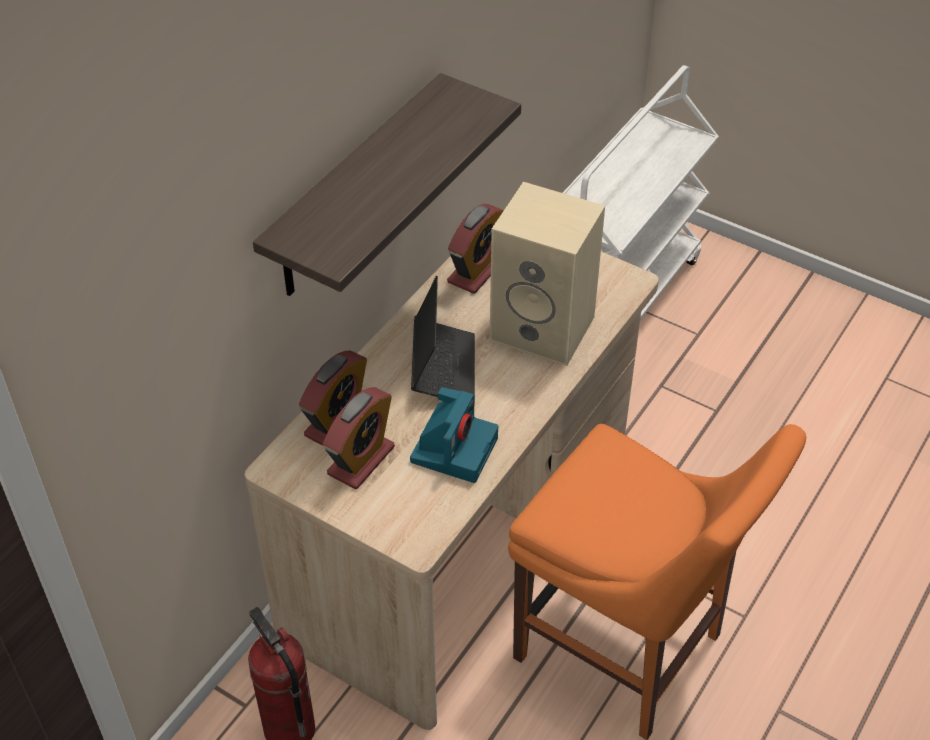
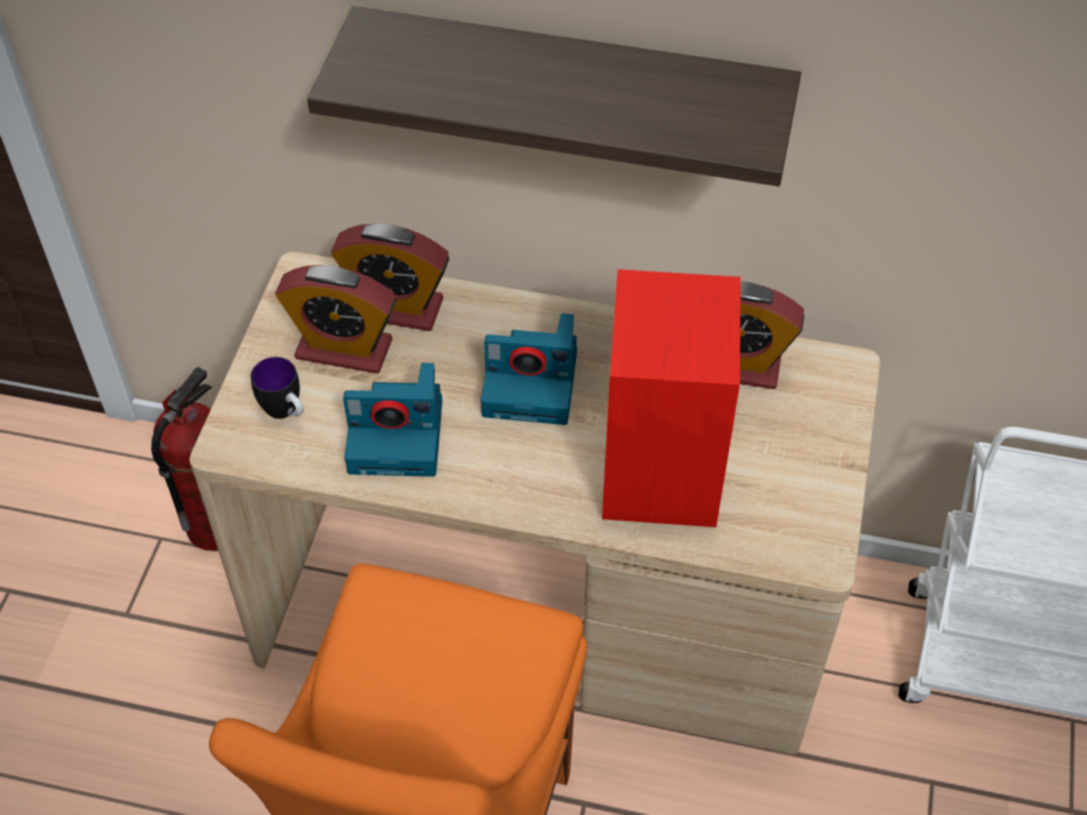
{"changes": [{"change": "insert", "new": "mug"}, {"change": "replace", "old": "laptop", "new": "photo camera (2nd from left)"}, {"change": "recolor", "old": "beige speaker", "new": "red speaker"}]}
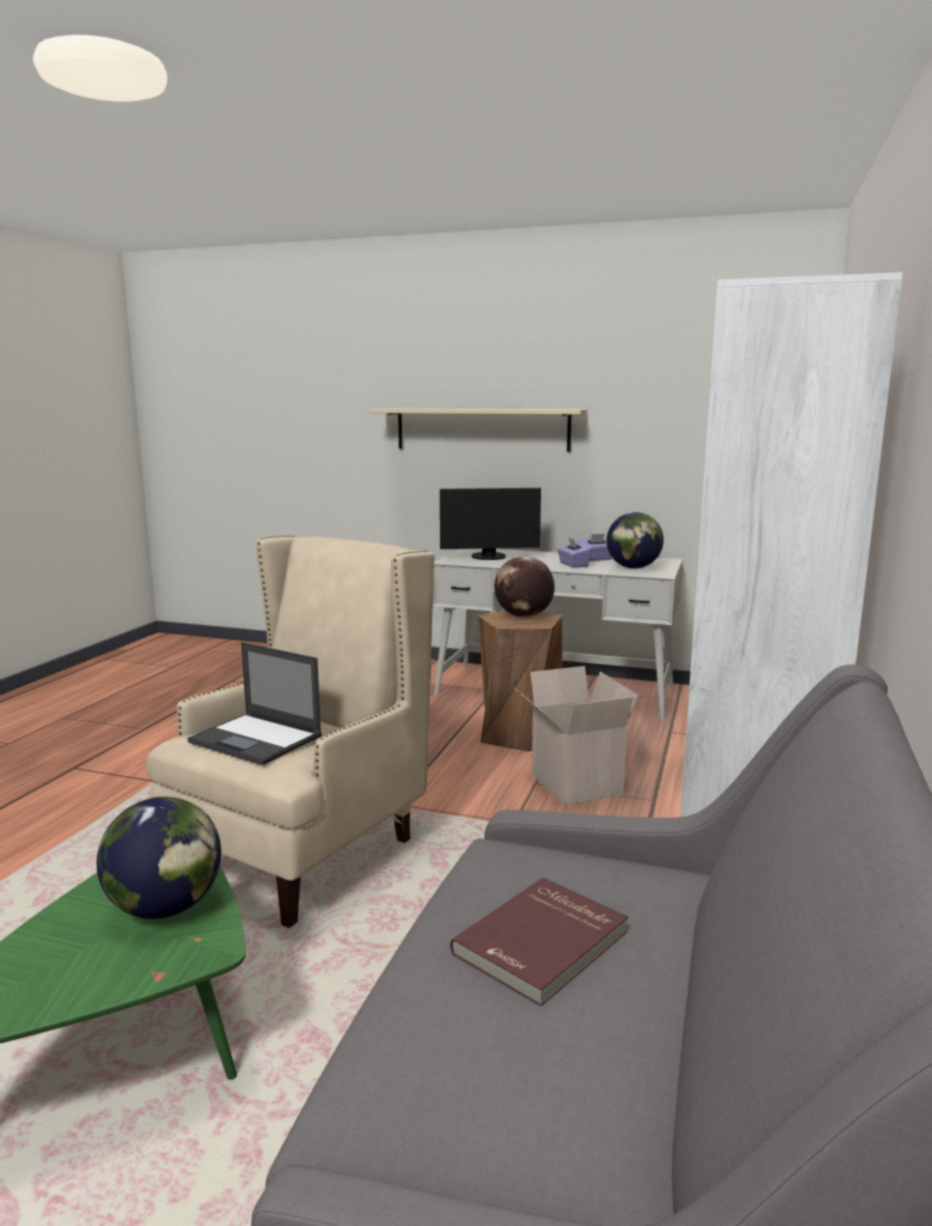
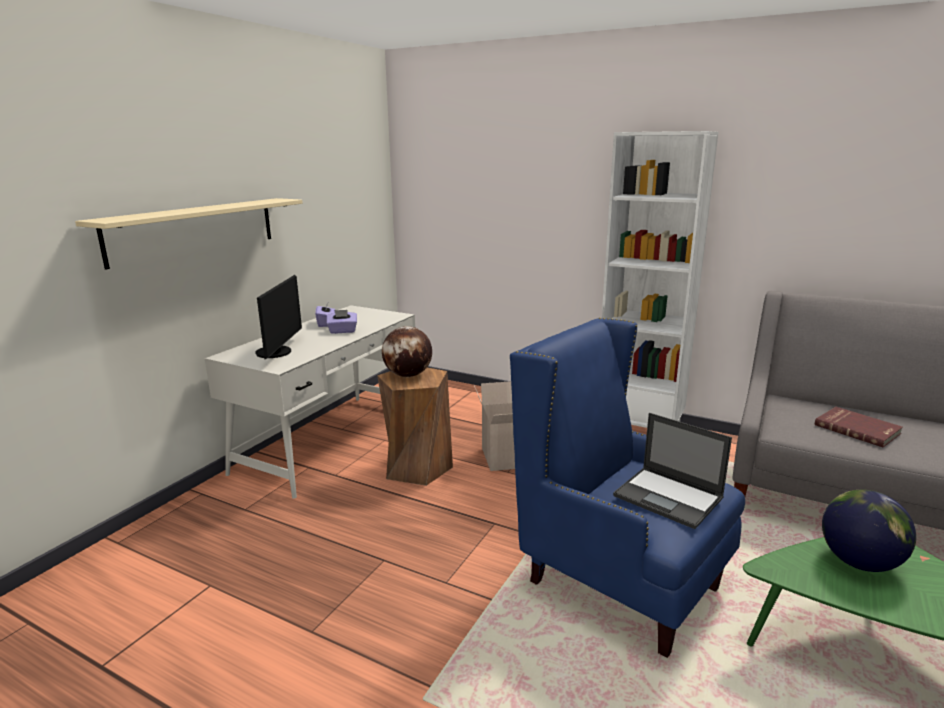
{"changes": [{"change": "delete", "old": "globe (3rd from left)"}, {"change": "recolor", "old": "beige armchair", "new": "blue armchair"}, {"change": "rotate", "old": "laptop", "degrees": 90}]}
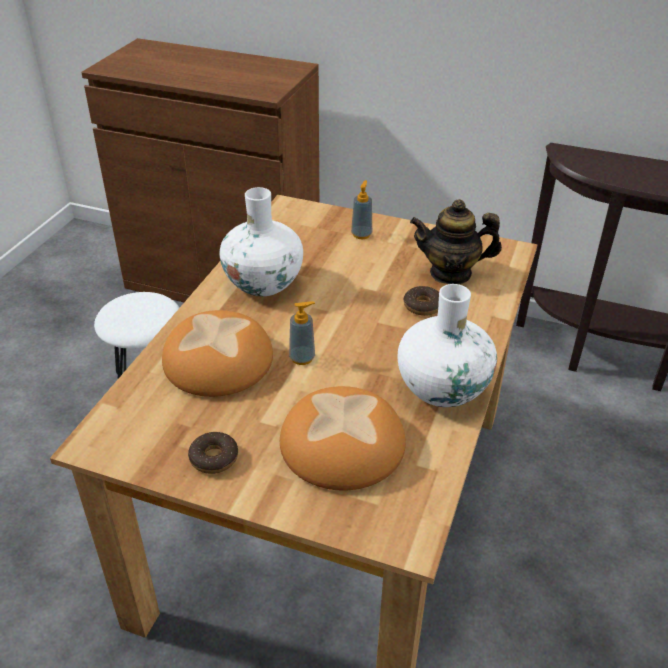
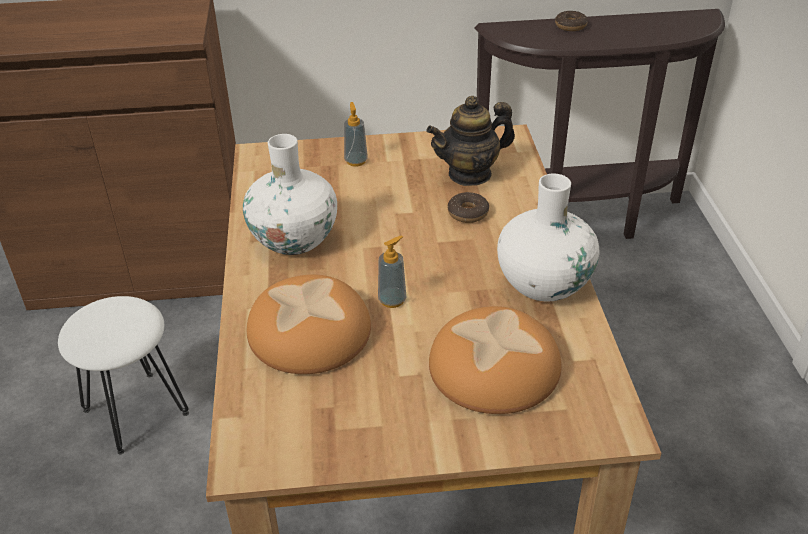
{"changes": [{"change": "move", "old": "donut (1st from left in the first image)", "new": "donut (2nd from left)"}]}
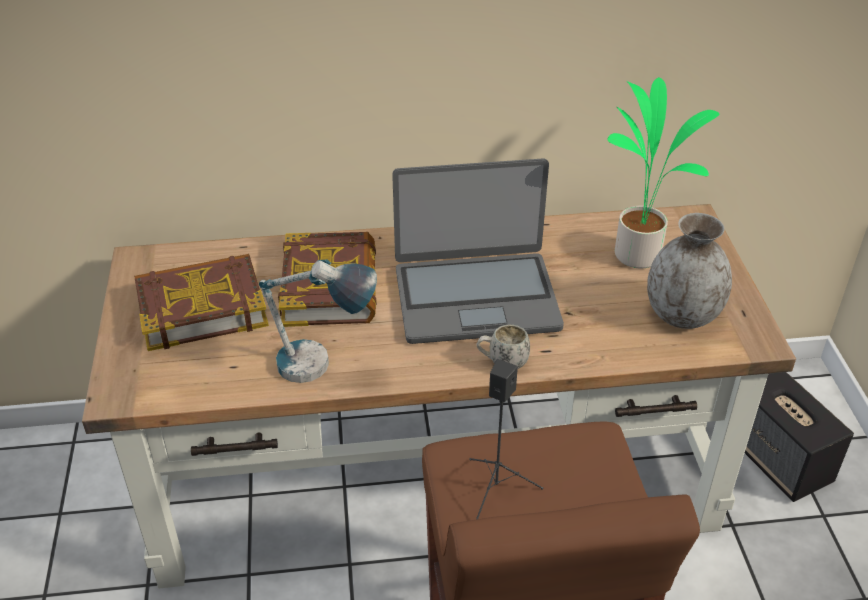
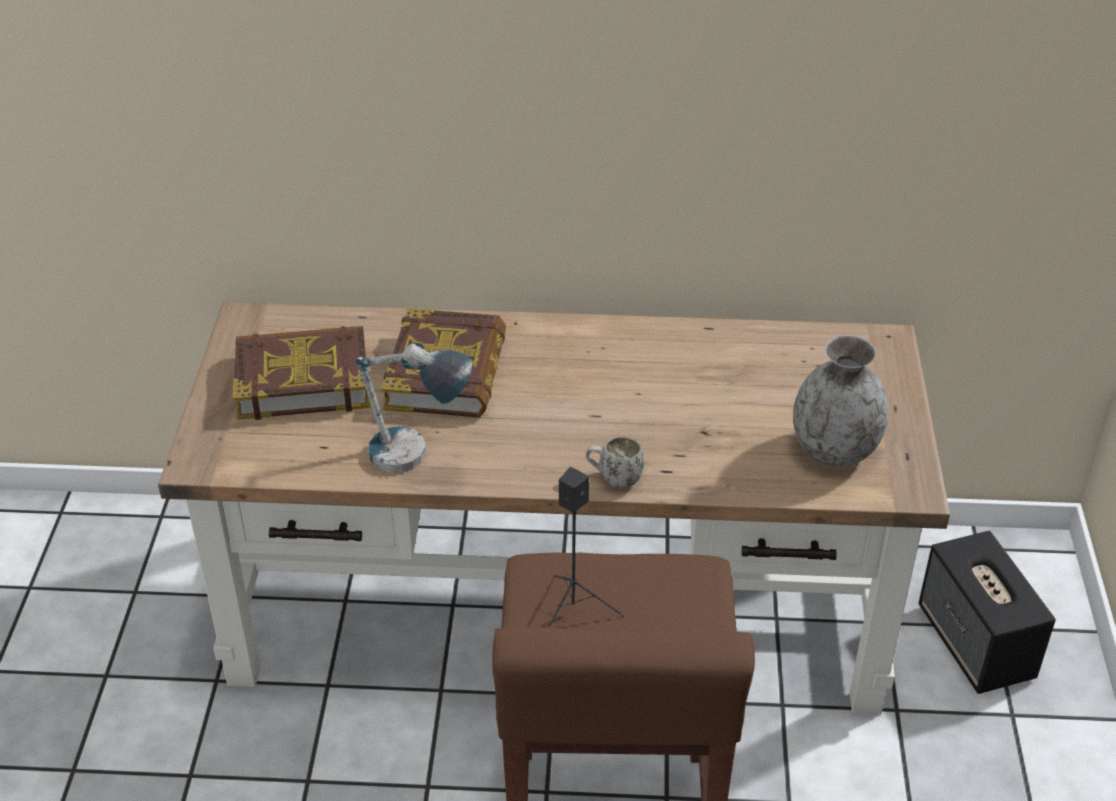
{"changes": [{"change": "delete", "old": "laptop"}, {"change": "delete", "old": "potted plant"}]}
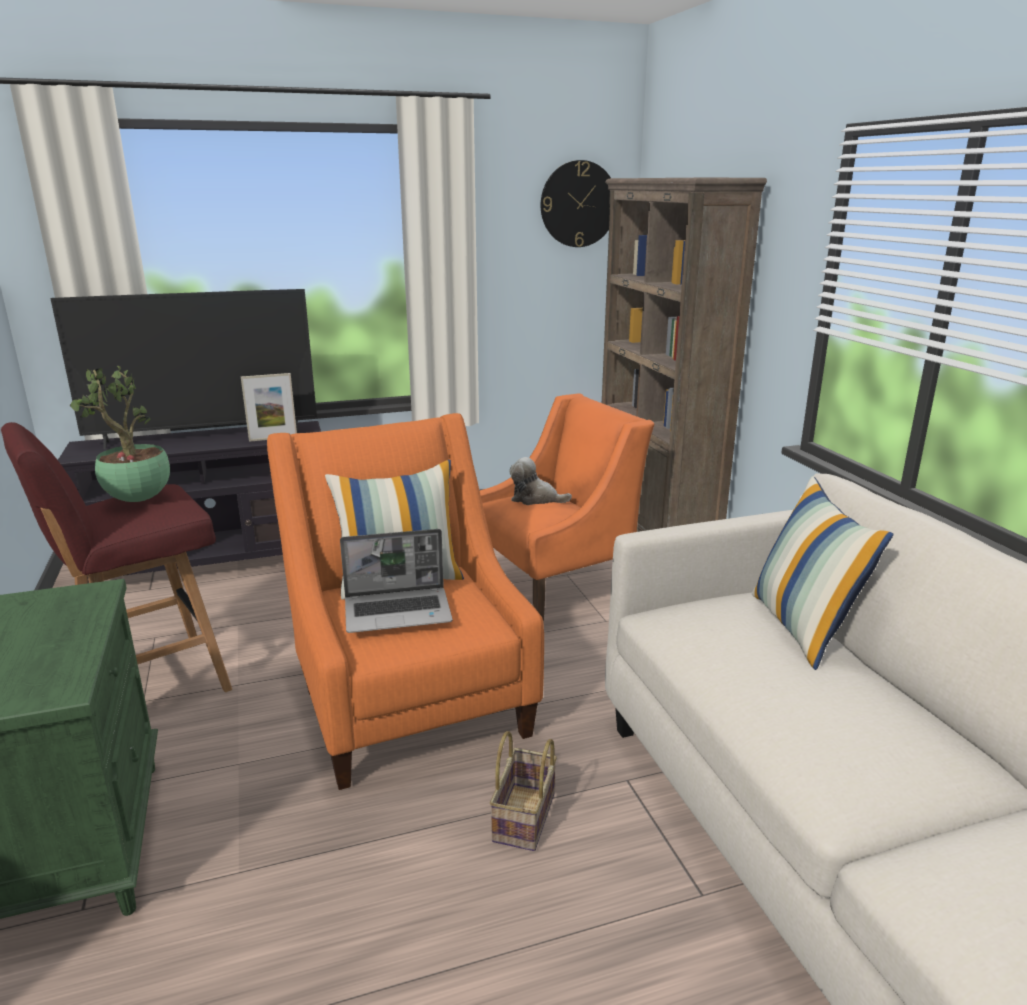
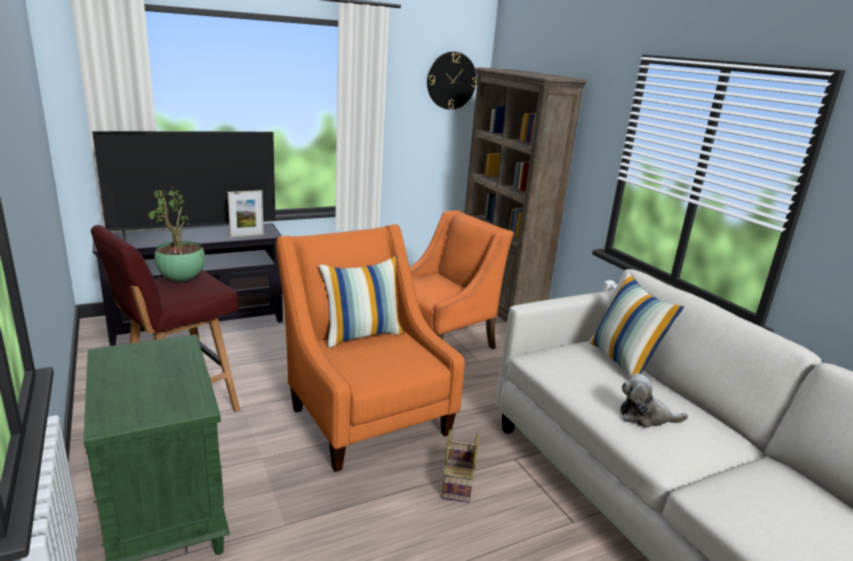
{"changes": [{"change": "delete", "old": "laptop"}, {"change": "move", "old": "plush toy"}]}
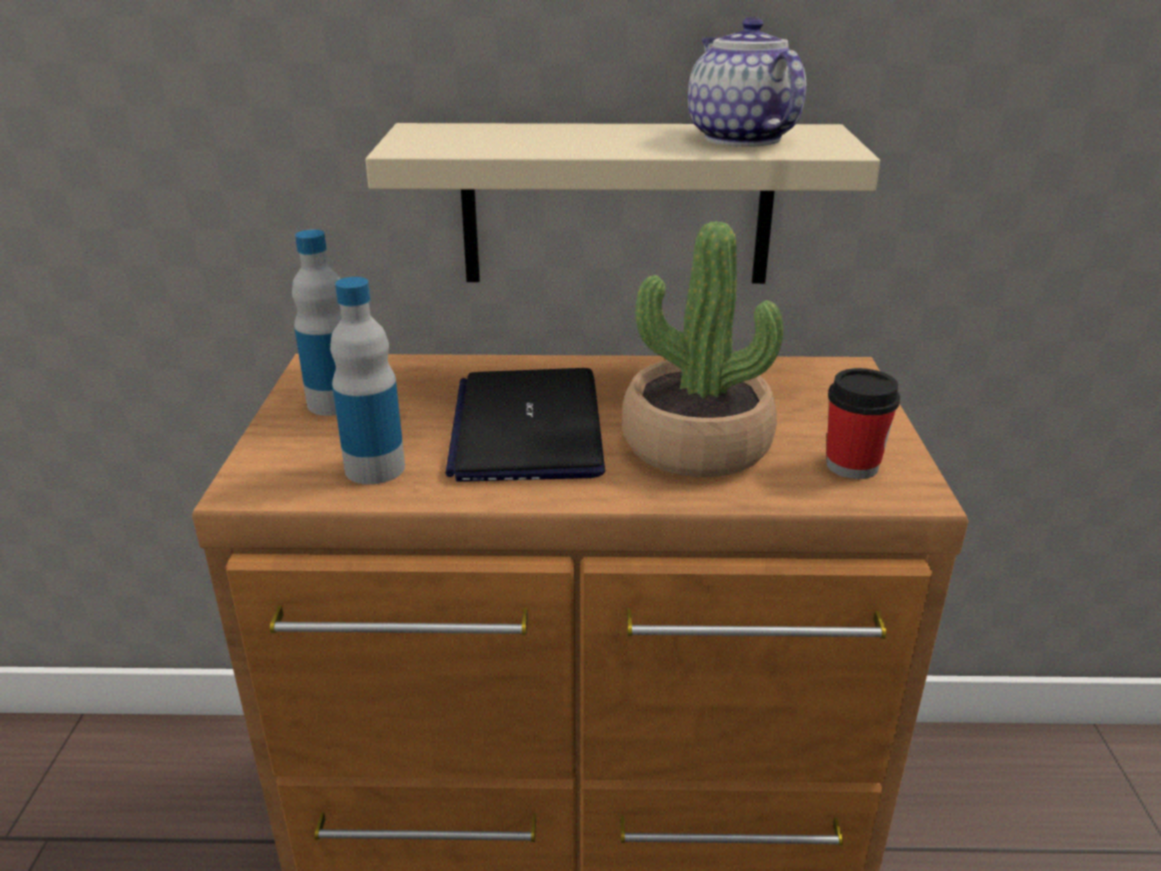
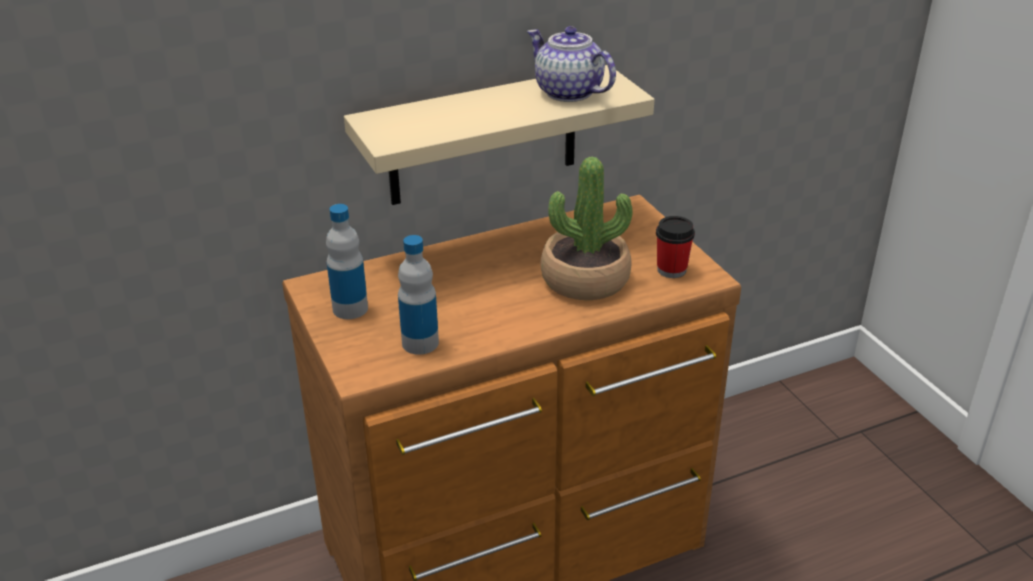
{"changes": [{"change": "delete", "old": "laptop"}]}
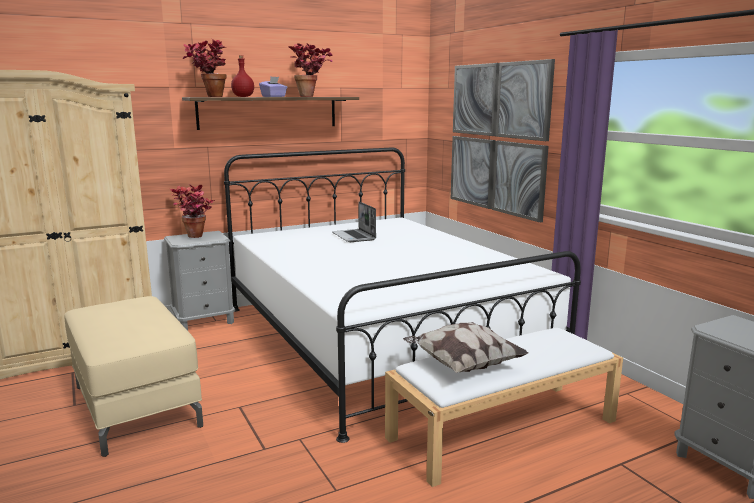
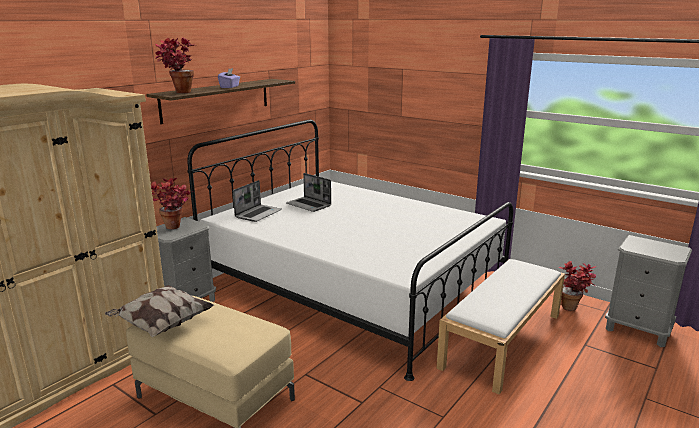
{"changes": [{"change": "delete", "old": "red bottle"}, {"change": "delete", "old": "picture"}, {"change": "insert", "new": "laptop (1st from left)"}, {"change": "move", "old": "potted plant (3rd from left)"}, {"change": "move", "old": "pillow"}]}
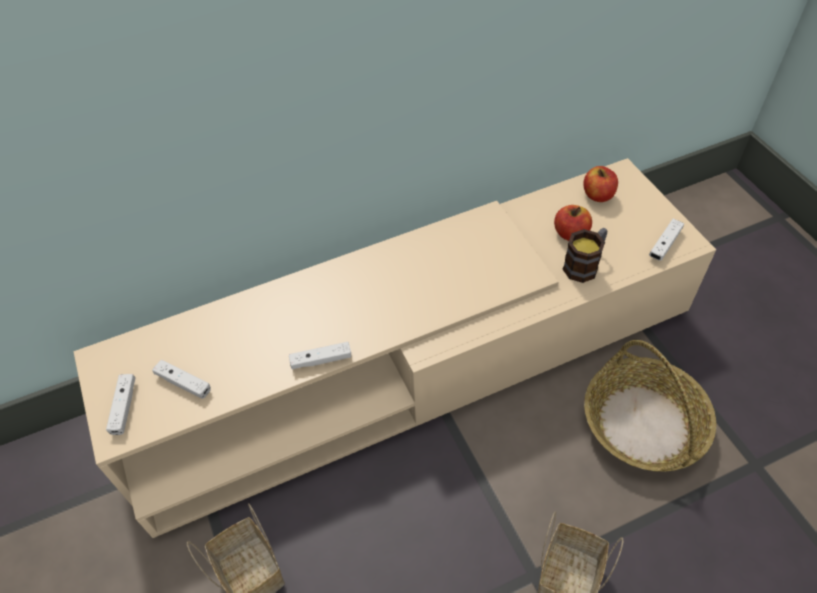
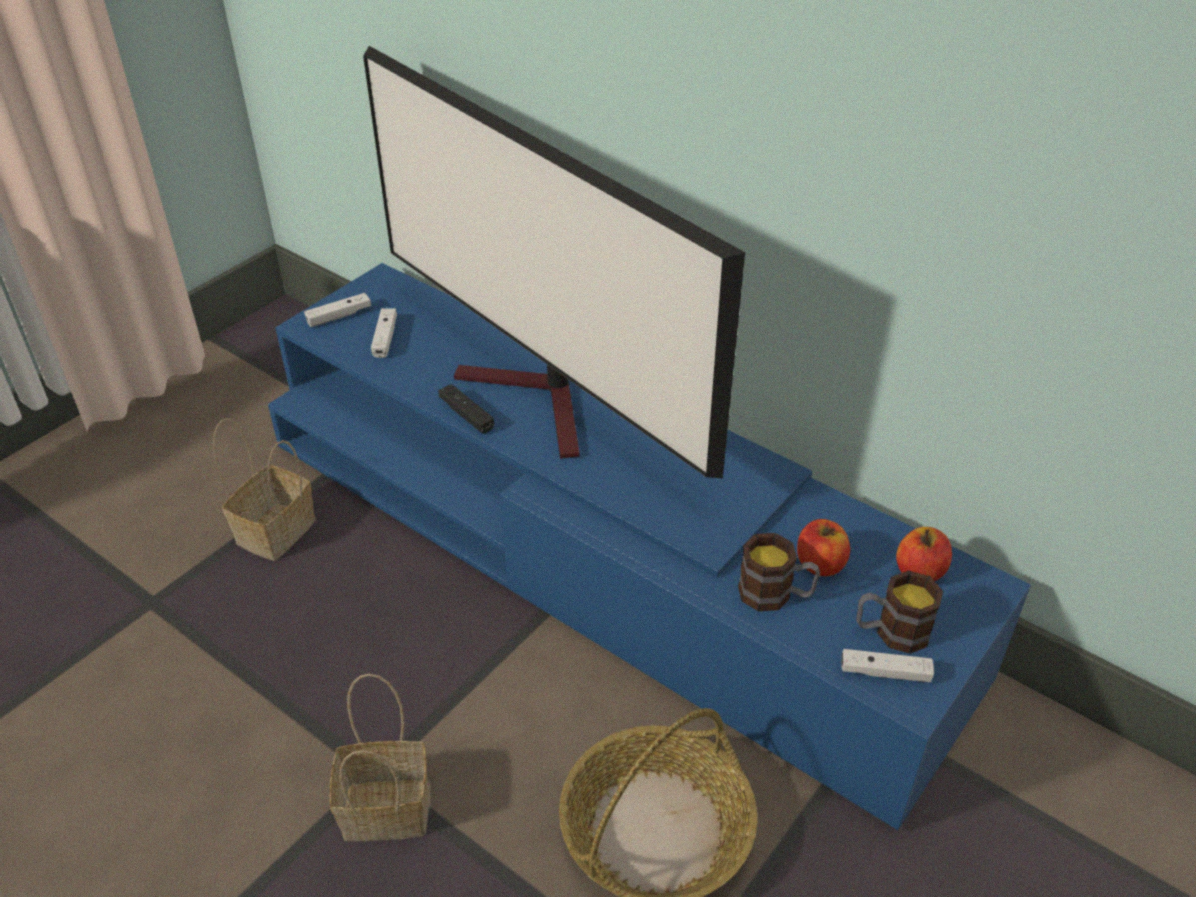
{"changes": [{"change": "insert", "new": "television"}, {"change": "insert", "new": "mug (2nd from left)"}, {"change": "recolor", "old": "beige tv stand", "new": "blue tv stand"}, {"change": "recolor", "old": "white game controller (3rd from left)", "new": "black game controller"}]}
